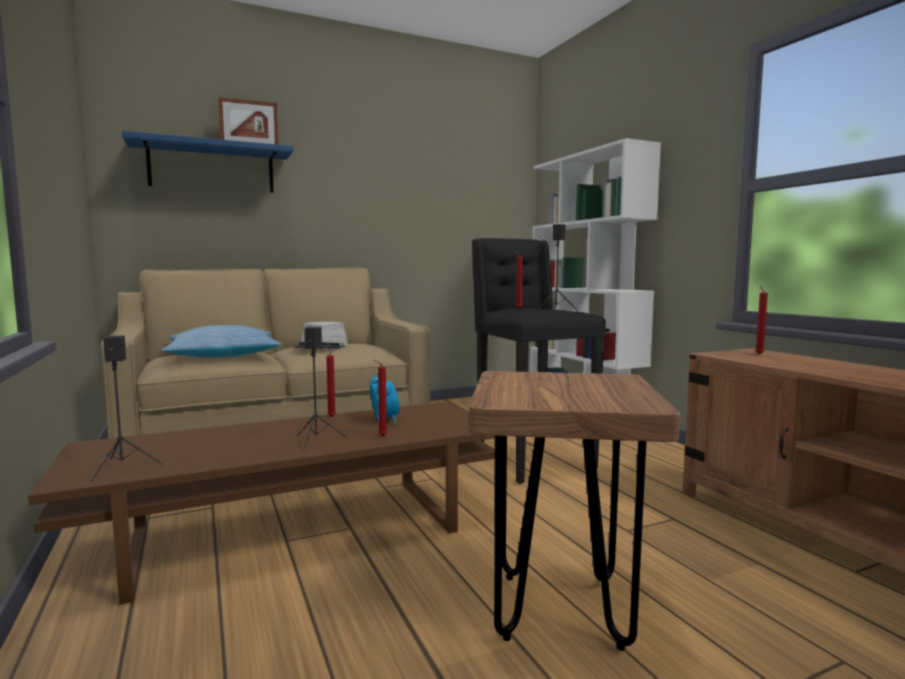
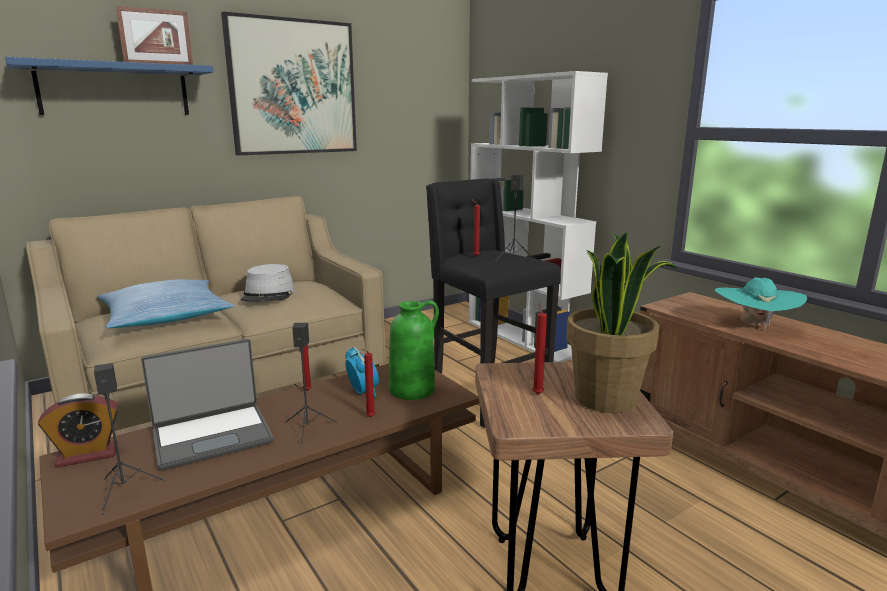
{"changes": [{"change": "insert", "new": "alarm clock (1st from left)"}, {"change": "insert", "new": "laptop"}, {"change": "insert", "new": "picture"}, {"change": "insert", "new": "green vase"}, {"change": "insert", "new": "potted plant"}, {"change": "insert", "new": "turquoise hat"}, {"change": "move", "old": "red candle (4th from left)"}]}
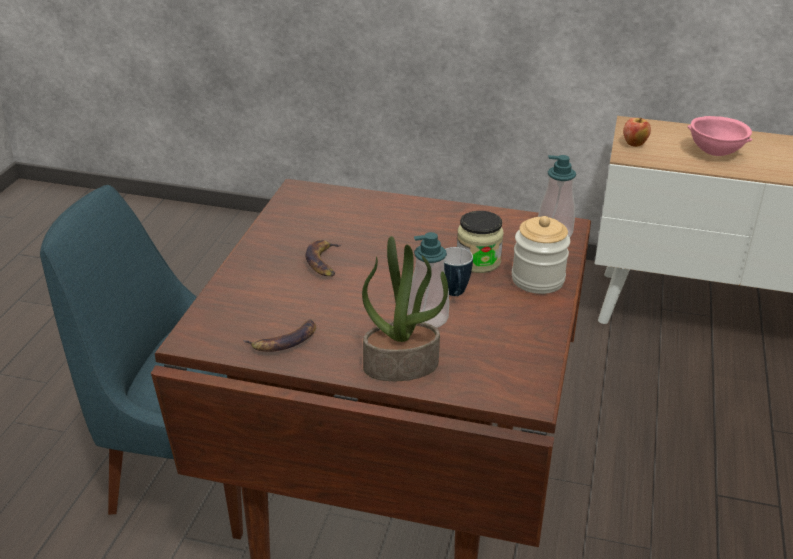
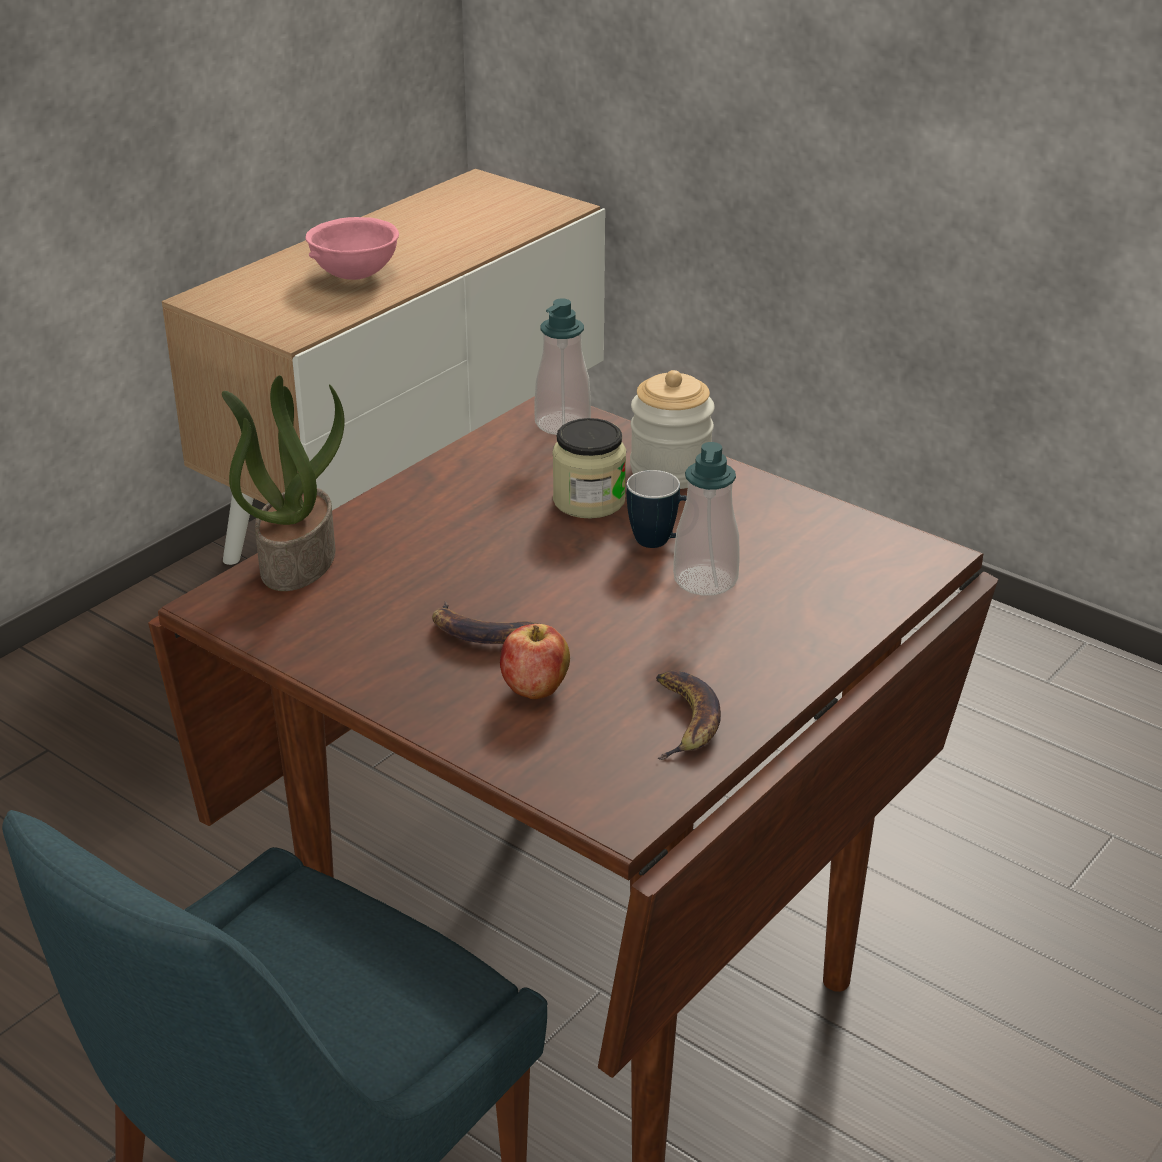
{"changes": [{"change": "move", "old": "potted plant"}, {"change": "move", "old": "apple"}]}
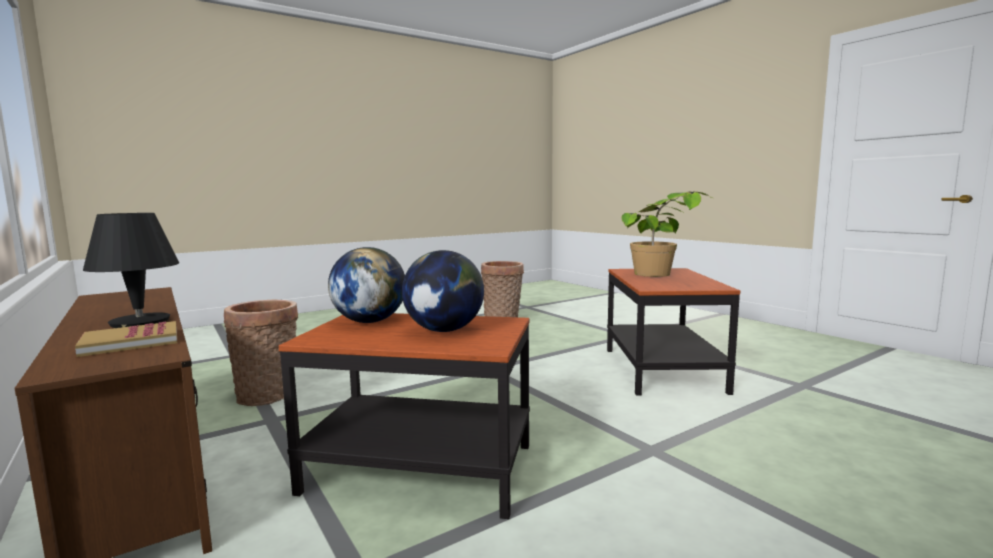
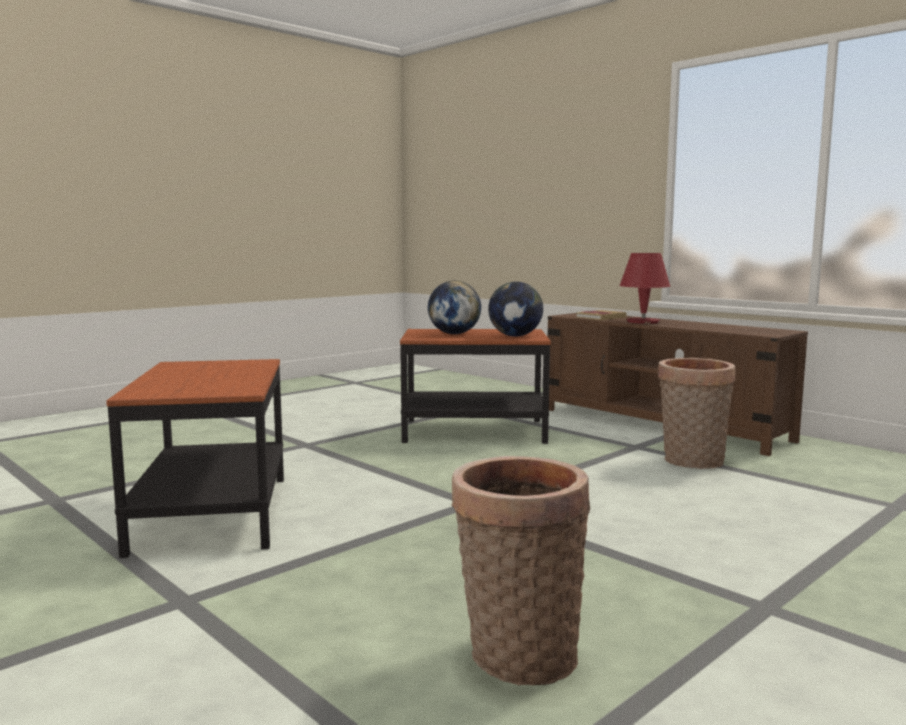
{"changes": [{"change": "delete", "old": "potted plant"}, {"change": "recolor", "old": "black table lamp", "new": "red table lamp"}]}
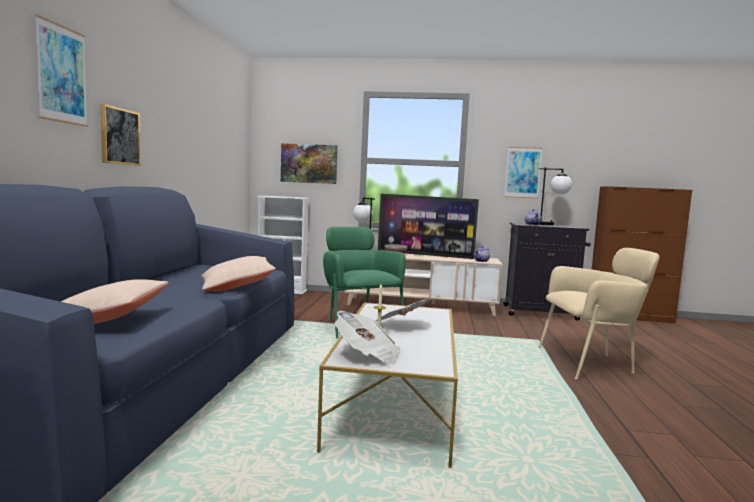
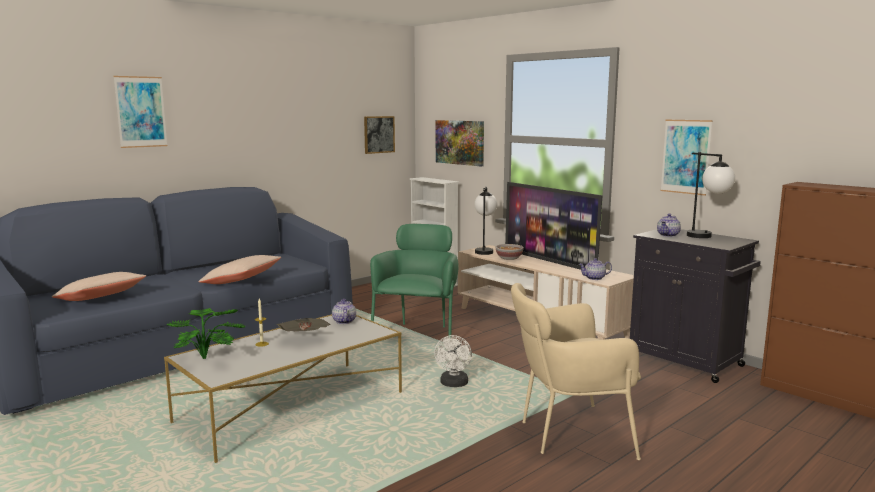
{"changes": [{"change": "insert", "new": "teapot (1st from left)"}, {"change": "insert", "new": "white fan"}, {"change": "move", "old": "picture (2nd from left)"}, {"change": "replace", "old": "newspaper (1st from left)", "new": "potted plant"}, {"change": "rotate", "old": "beige armchair", "degrees": 135}]}
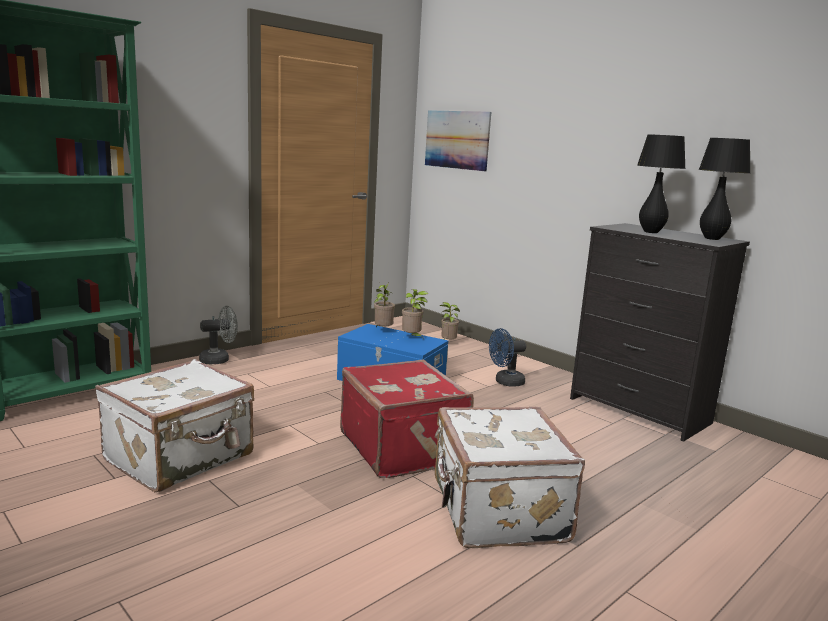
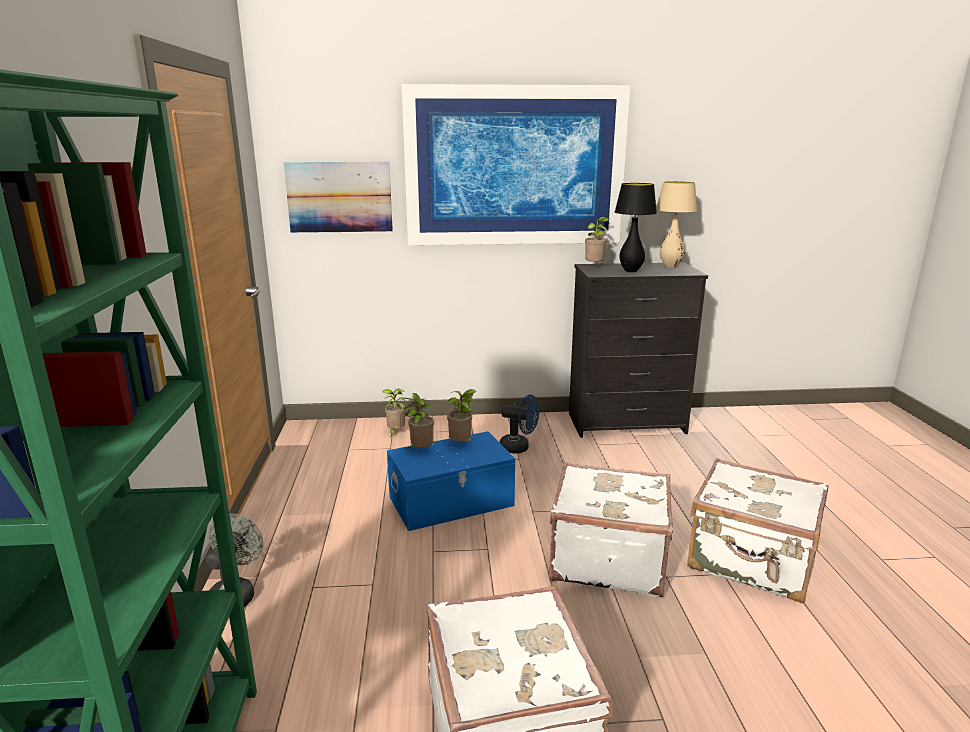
{"changes": [{"change": "insert", "new": "picture (2nd from left)"}, {"change": "insert", "new": "potted plant (4th from left)"}, {"change": "recolor", "old": "red suitcase", "new": "white suitcase (2nd from left)"}, {"change": "recolor", "old": "black table lamp (2nd from left)", "new": "beige table lamp"}, {"change": "rotate", "old": "blue fan", "degrees": -90}]}
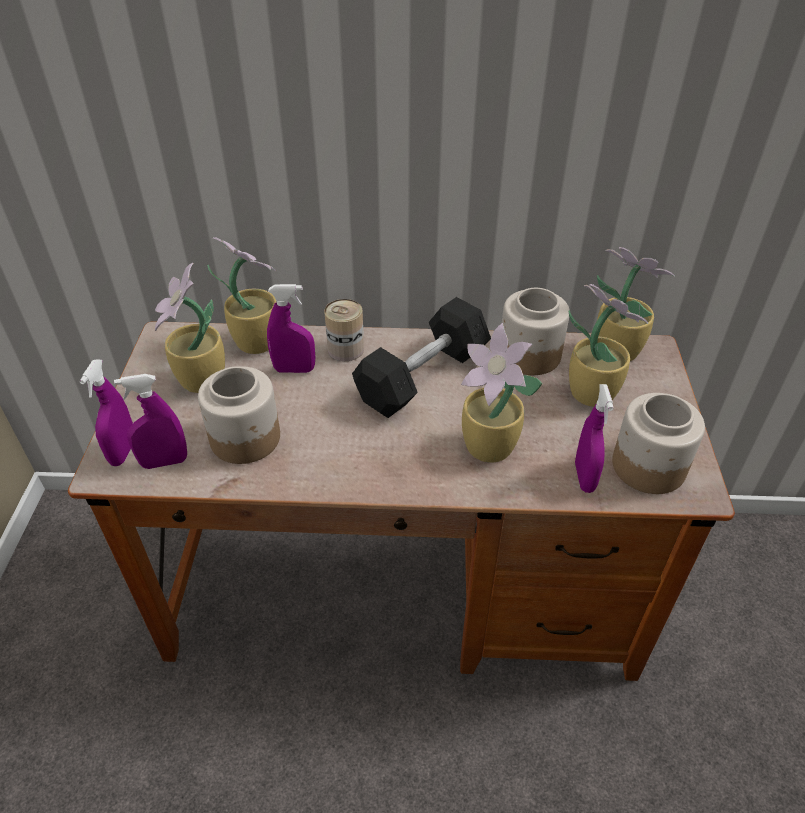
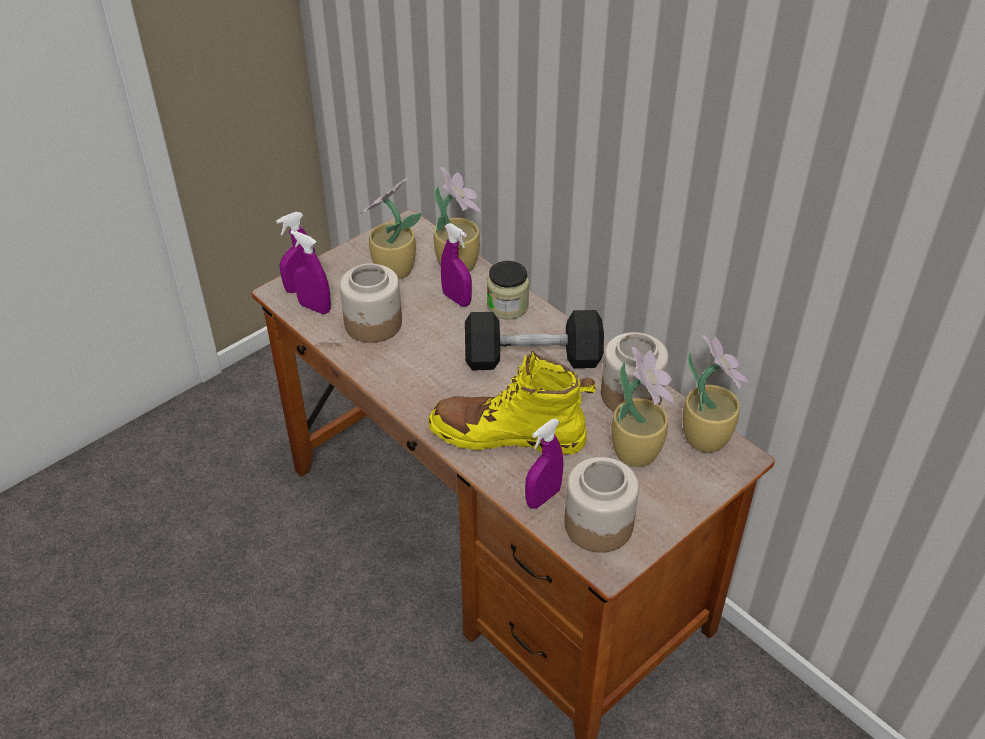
{"changes": [{"change": "replace", "old": "can", "new": "jar (2nd from left)"}, {"change": "replace", "old": "potted plant (3rd from left)", "new": "yellow boot"}]}
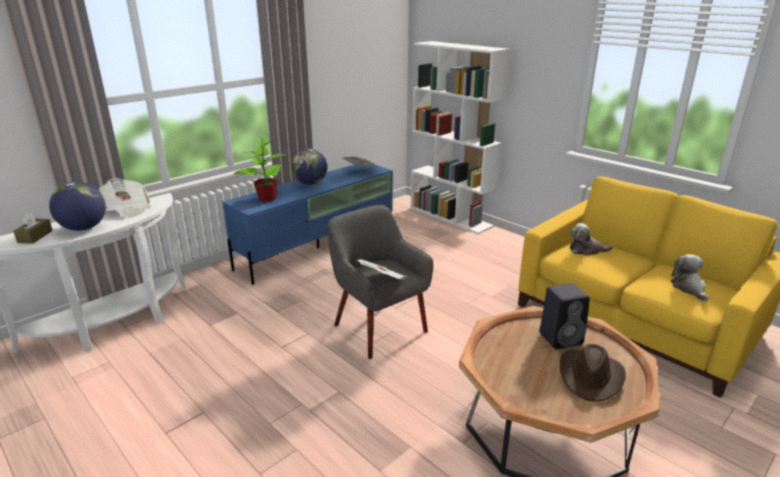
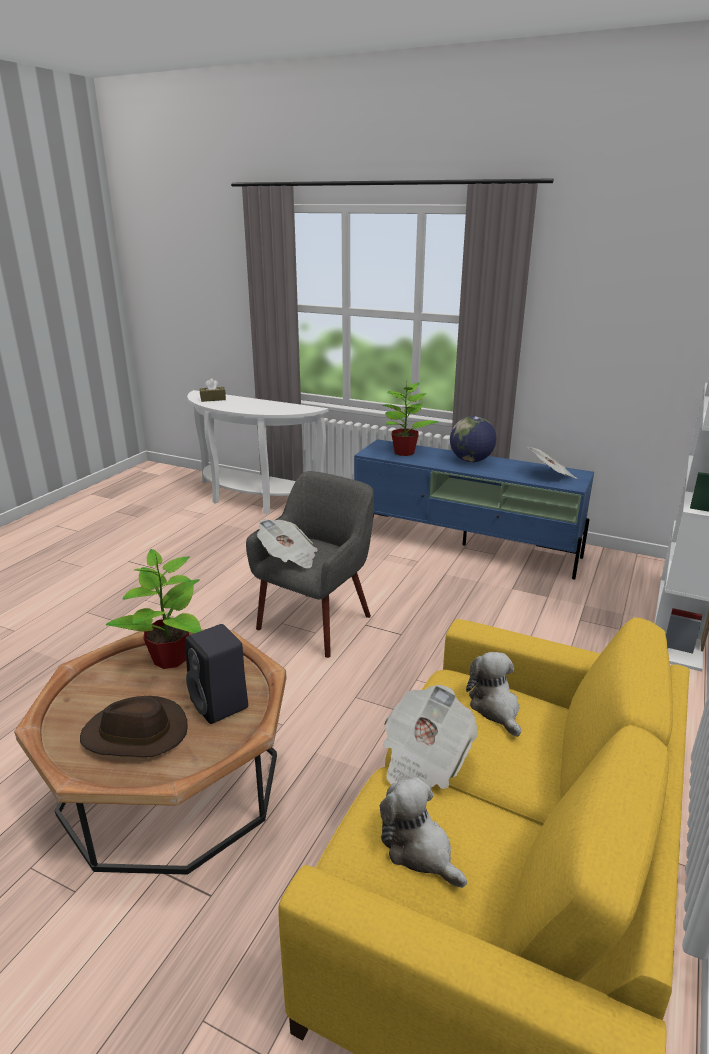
{"changes": [{"change": "delete", "old": "globe (1st from left)"}, {"change": "insert", "new": "potted plant (1st from left)"}, {"change": "move", "old": "newspaper (1st from left in the first image)", "new": "newspaper (2nd from left)"}, {"change": "rotate", "old": "plush toy (2nd from left in the first image)", "degrees": -105}]}
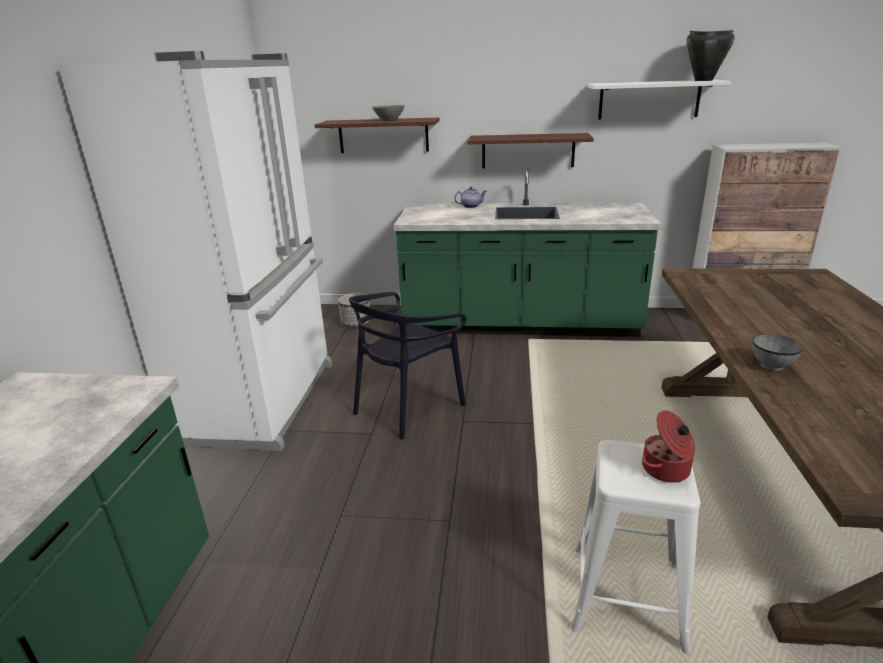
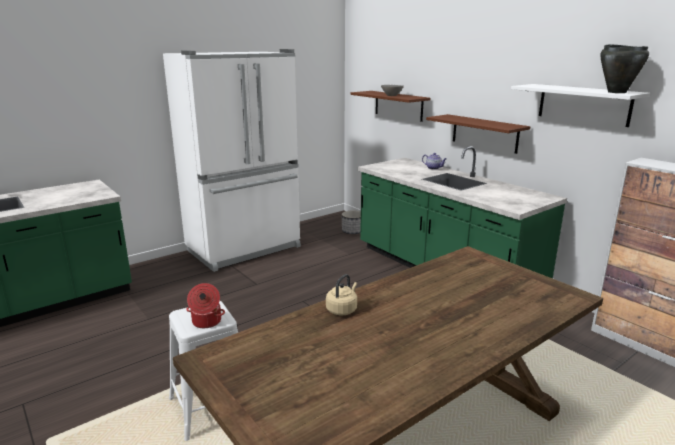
{"changes": [{"change": "delete", "old": "black chair"}, {"change": "replace", "old": "grey bowl (2nd from left)", "new": "beige kettle"}]}
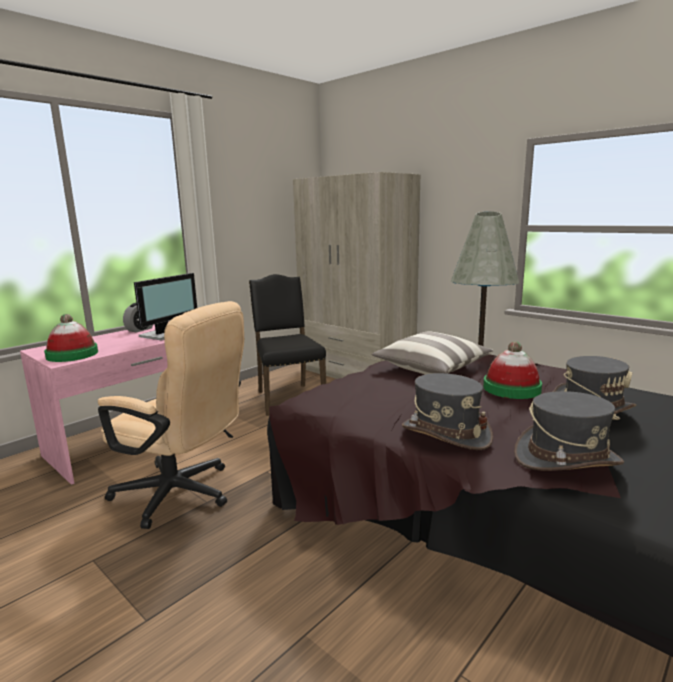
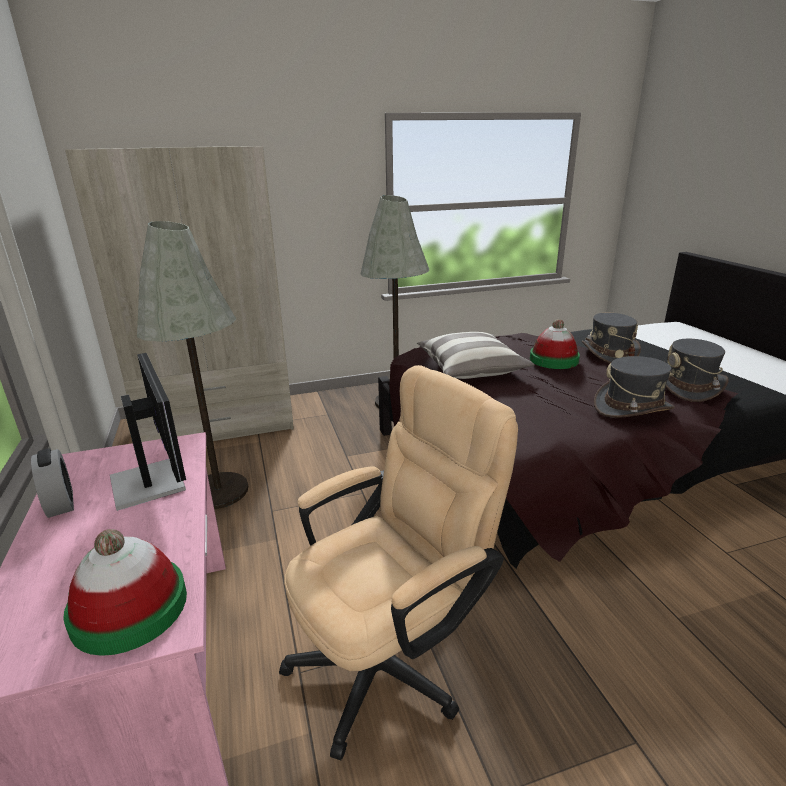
{"changes": [{"change": "replace", "old": "black chair", "new": "grey floor lamp (1st from left)"}]}
